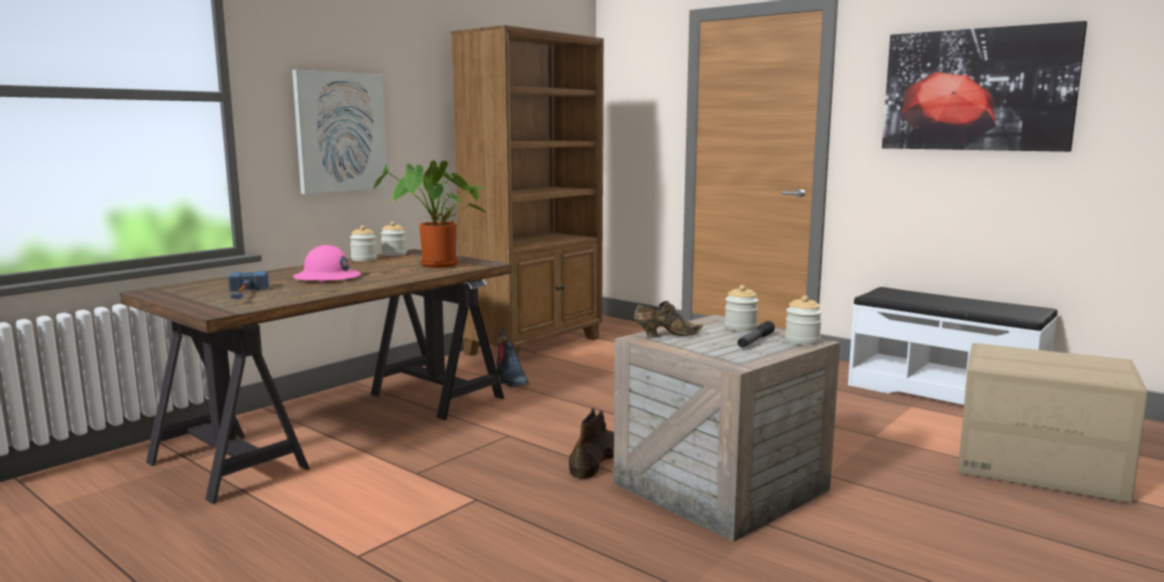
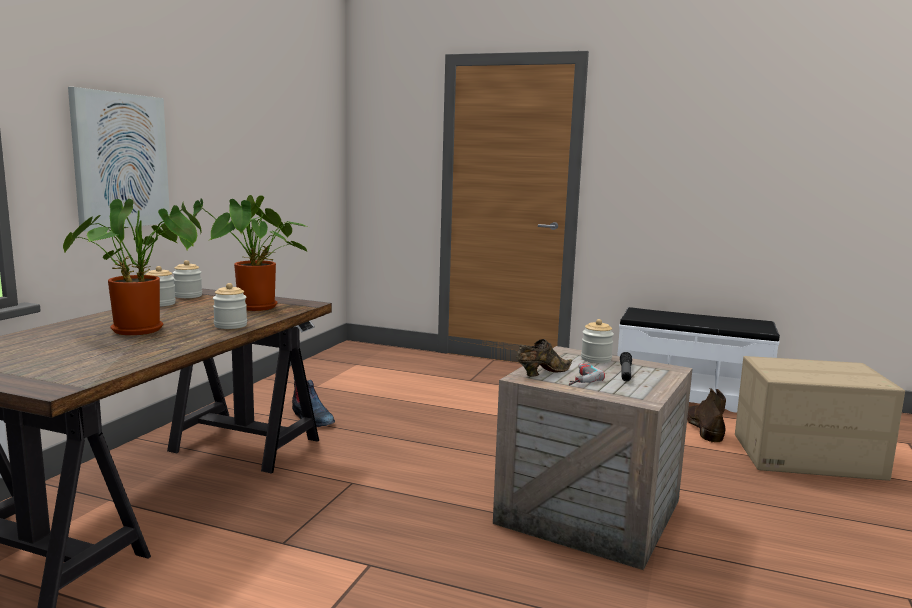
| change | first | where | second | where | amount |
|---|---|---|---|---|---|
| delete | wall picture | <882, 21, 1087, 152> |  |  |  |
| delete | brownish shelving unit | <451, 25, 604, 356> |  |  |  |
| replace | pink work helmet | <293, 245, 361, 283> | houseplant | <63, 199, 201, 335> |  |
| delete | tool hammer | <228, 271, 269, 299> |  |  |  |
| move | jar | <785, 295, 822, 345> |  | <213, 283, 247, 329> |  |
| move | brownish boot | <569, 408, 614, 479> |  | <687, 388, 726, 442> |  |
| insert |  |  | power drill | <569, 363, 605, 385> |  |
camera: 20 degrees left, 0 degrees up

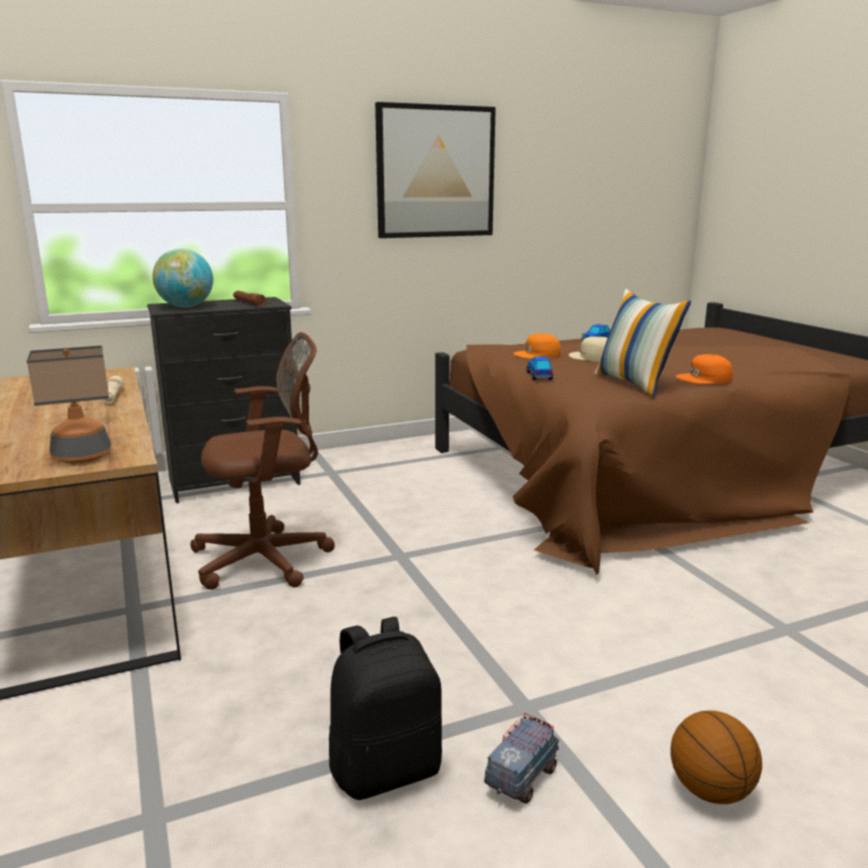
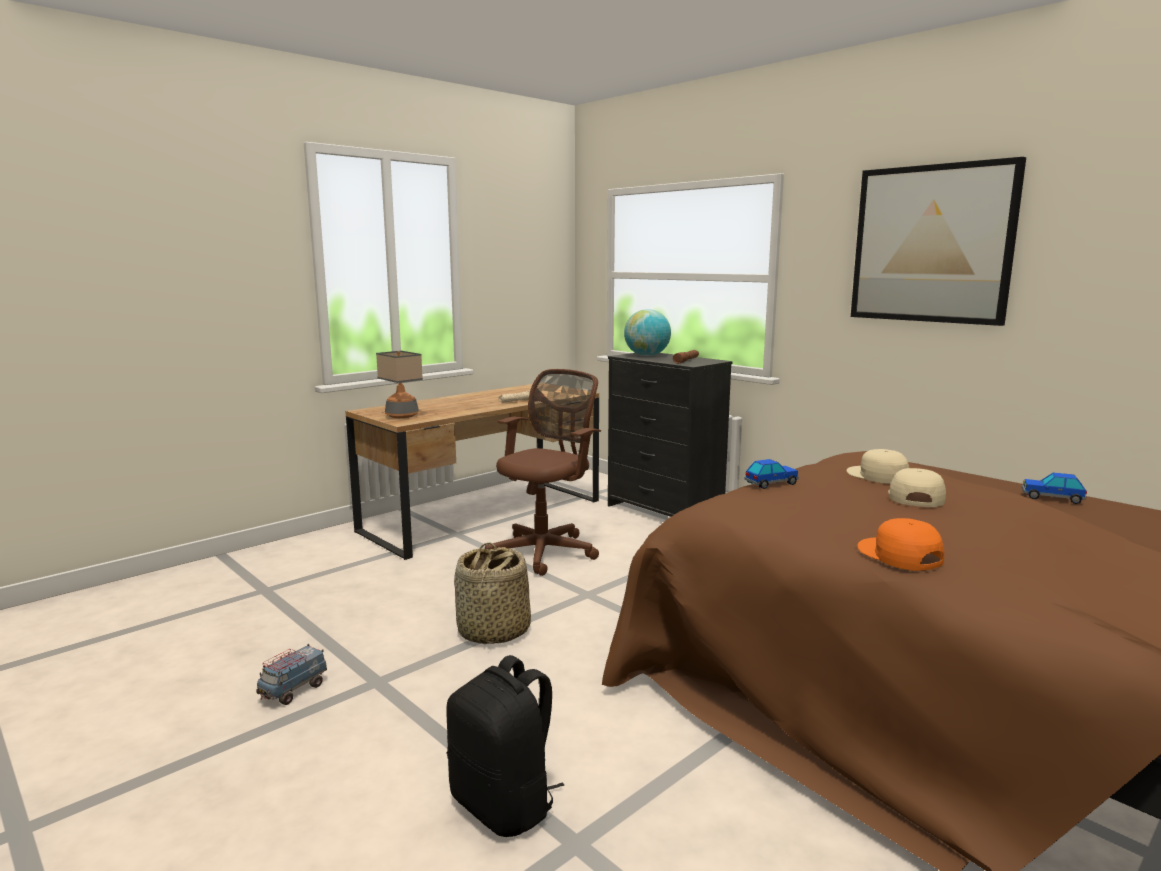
| change | first | where | second | where | amount |
|---|---|---|---|---|---|
| delete | pillow | <594, 289, 691, 396> |  |  |  |
| rotate | brownish office chair | <190, 332, 335, 590> |  | <485, 369, 601, 576> | 105 degrees counterclockwise |
| recolor | orange baseball cap | <514, 333, 561, 359> | sand-coloured baseball cap | <847, 449, 909, 484> |  |
| move | black-coloured backpack | <329, 617, 442, 800> |  | <446, 655, 564, 837> |  |
| delete | basketball ball | <670, 710, 762, 804> |  |  |  |
| rotate | model truck | <484, 713, 559, 804> |  | <256, 644, 327, 705> | 105 degrees clockwise |
| insert |  |  | storage basket | <454, 542, 531, 644> |  |
camera: 70 degrees right, 5 degrees down

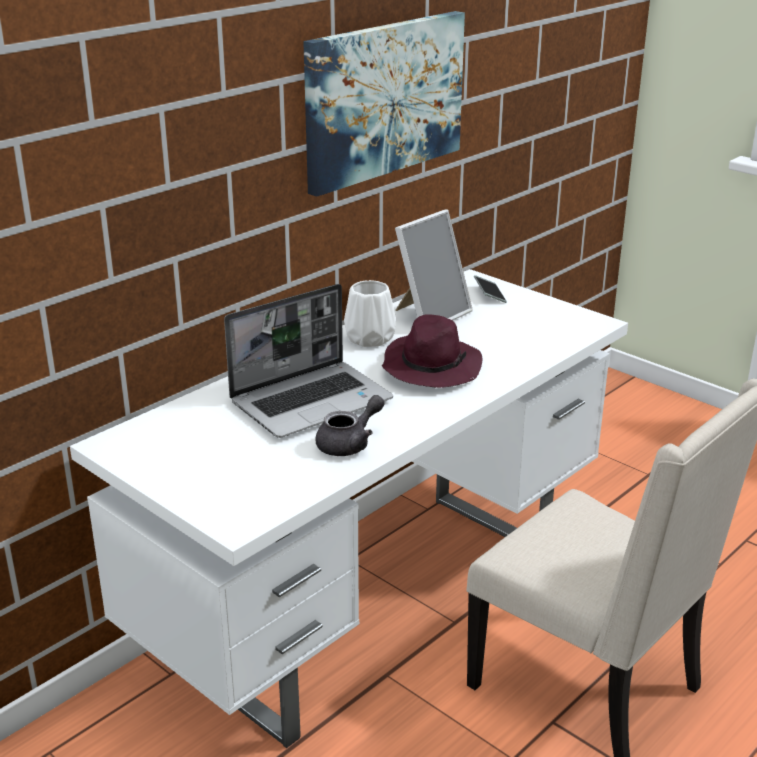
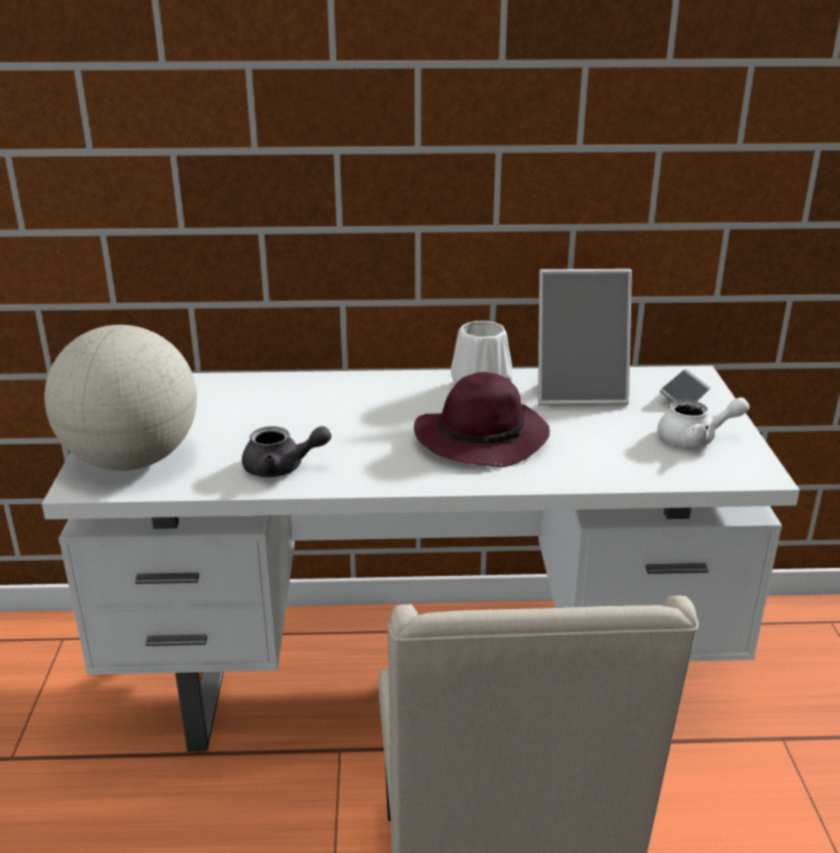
| change | first | where | second | where | amount |
|---|---|---|---|---|---|
| delete | wall picture | <303, 11, 465, 196> |  |  |  |
| delete | laptop | <224, 284, 393, 438> |  |  |  |
| insert |  |  | desk globe | <44, 325, 197, 471> |  |
| insert |  |  | white teapot | <658, 397, 750, 447> |  |
camera: 45 degrees right, 0 degrees up

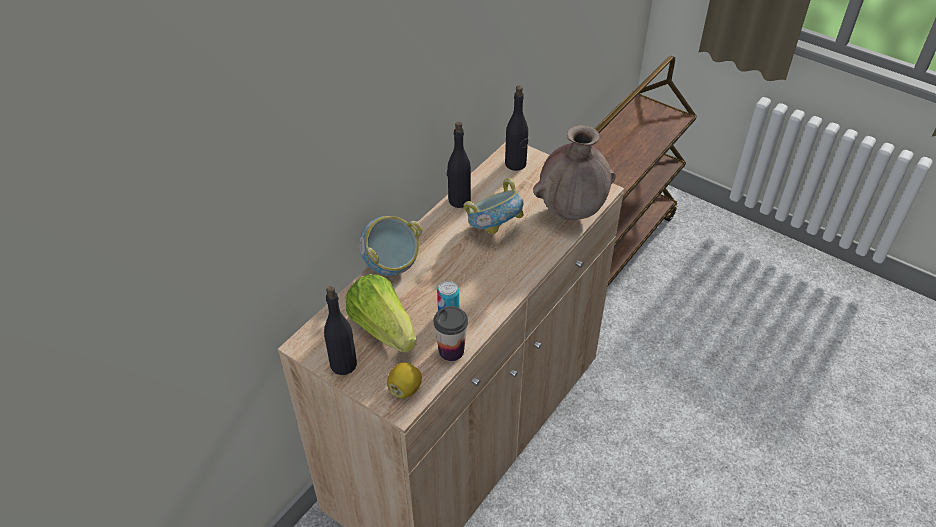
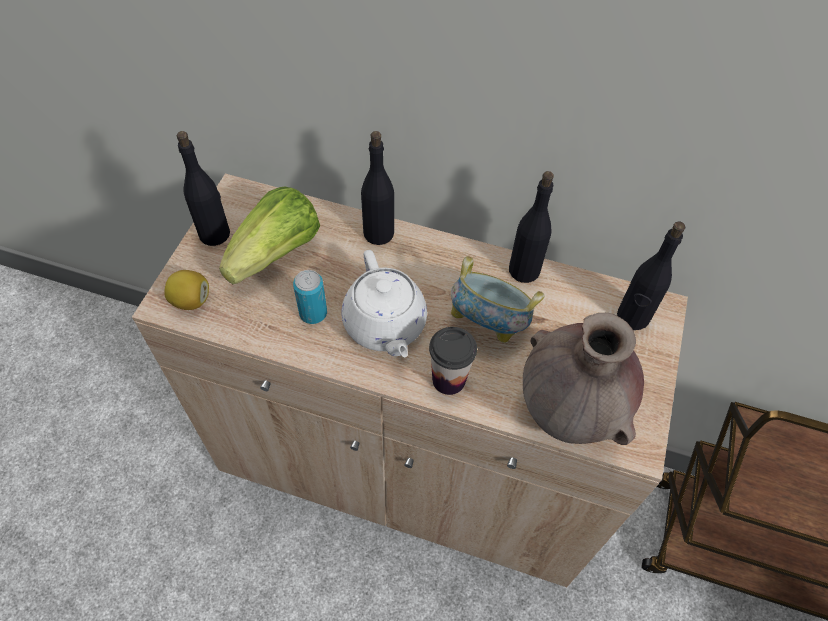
| change | first | where | second | where | amount |
|---|---|---|---|---|---|
| replace | deep dish | <359, 216, 422, 276> | black-coloured bottle | <361, 131, 394, 245> |  |
| move | small cup | <433, 306, 468, 361> |  | <429, 327, 477, 395> |  |
| insert |  |  | white teapot | <342, 250, 427, 357> |  |
camera: 70 degrees right, 10 degrees up

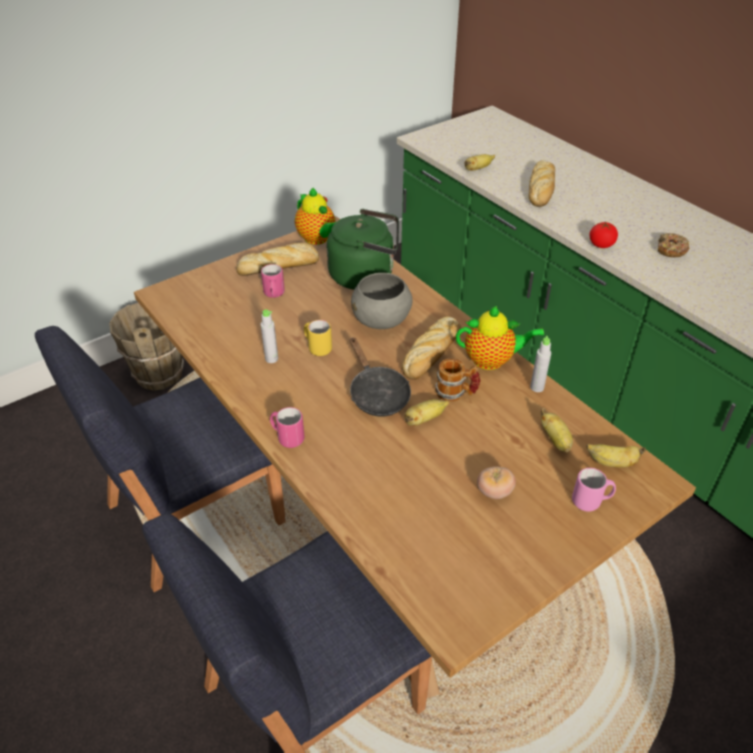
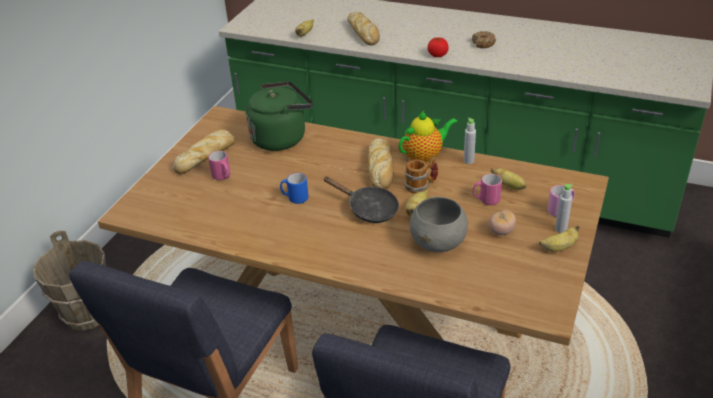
| change | first | where | second | where | amount |
|---|---|---|---|---|---|
| delete | teapot | <295, 188, 336, 245> |  |  |  |
| move | grey deep dish | <351, 273, 413, 329> |  | <410, 197, 468, 252> |  |
| move | grey bottle | <261, 309, 278, 363> |  | <555, 184, 573, 233> |  |
| recolor | yellowish mug | <304, 320, 332, 356> | blue-coloured mug | <280, 173, 308, 204> |  |
| move | pink mug | <270, 407, 304, 448> |  | <473, 174, 502, 205> |  |
| move | whole banana | <586, 444, 646, 468> |  | <539, 225, 579, 252> |  |
camera: 30 degrees left, 5 degrees down

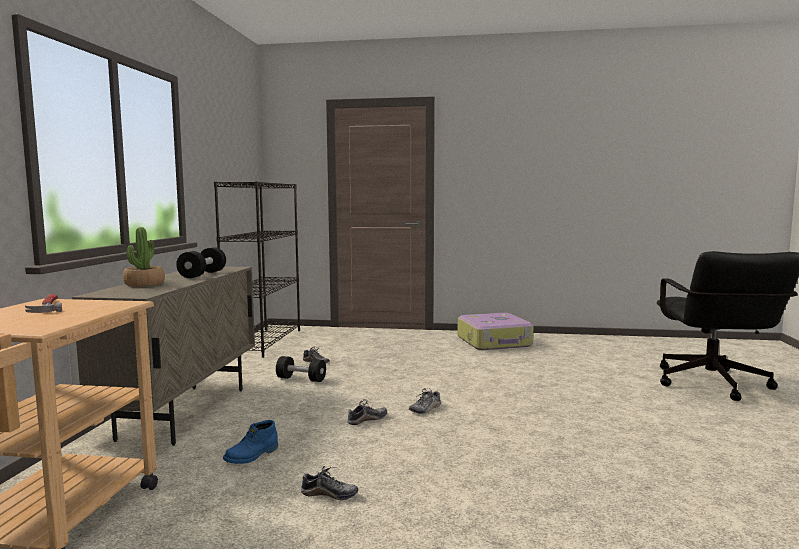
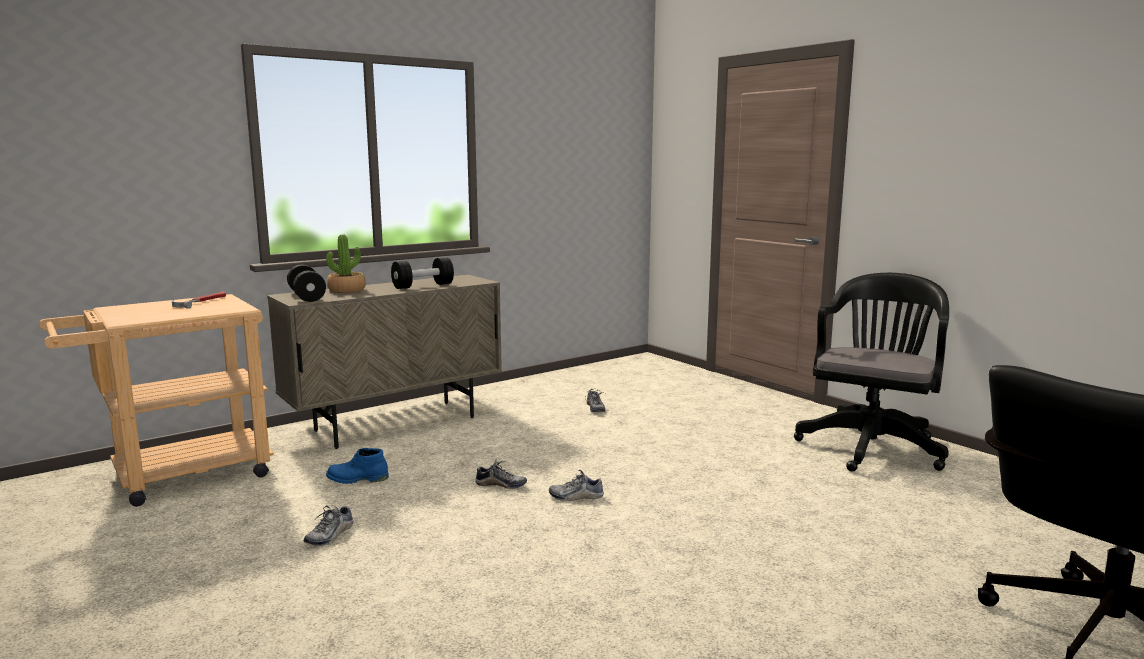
| change | first | where | second | where | amount |
|---|---|---|---|---|---|
| delete | black-coloured shelving unit | <214, 181, 300, 358> |  |  |  |
| replace | suitcase | <457, 313, 533, 350> | black-coloured office chair | <794, 273, 949, 472> |  |
| move | black-coloured free weight | <276, 356, 326, 382> |  | <287, 264, 326, 302> |  |
| rotate | item of footwear | <301, 466, 358, 500> |  | <304, 504, 353, 546> | 60 degrees clockwise |
camera: 45 degrees right, 5 degrees up

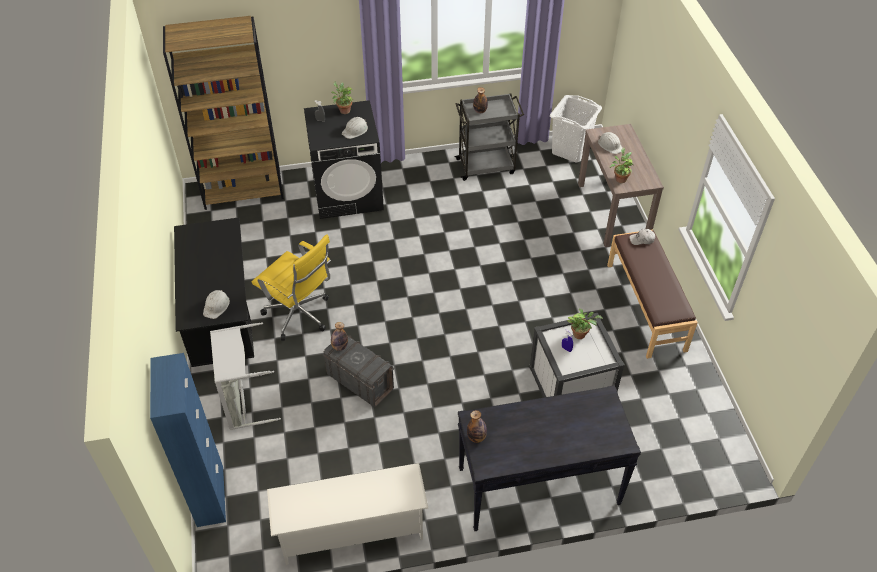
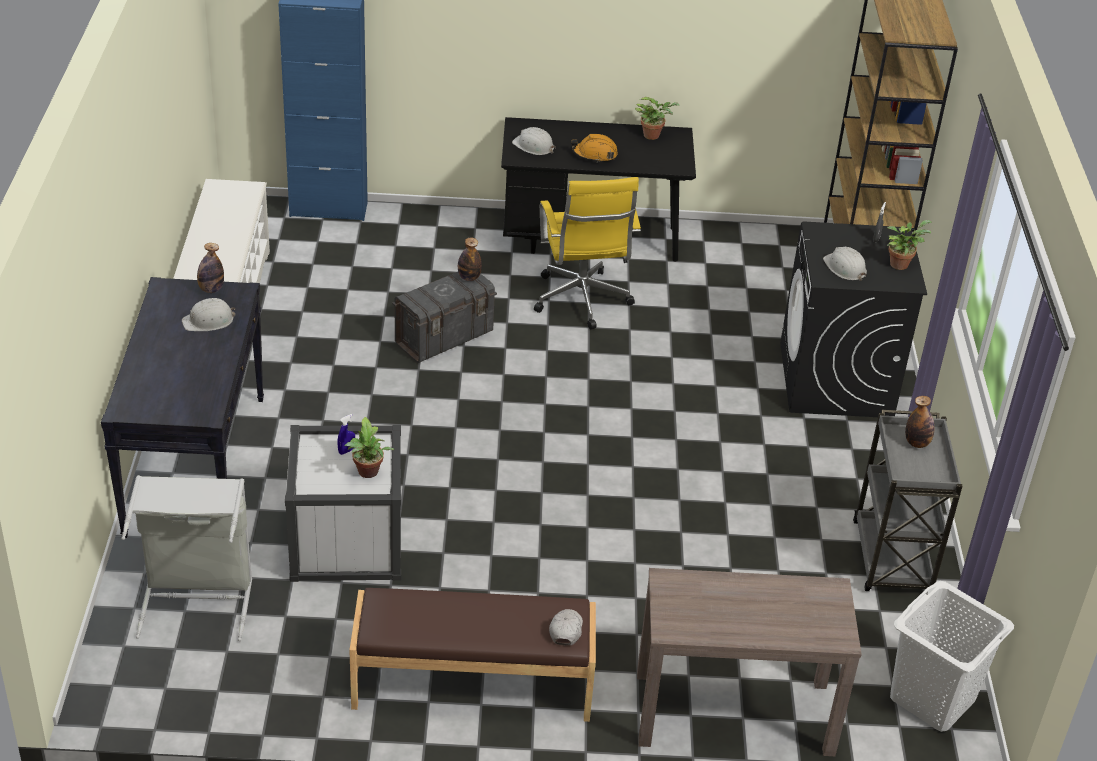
| change | first | where | second | where | amount |
|---|---|---|---|---|---|
| move | white work helmet | <598, 132, 623, 154> |  | <182, 298, 235, 331> |  |
| move | houseplant | <610, 148, 633, 183> |  | <635, 97, 680, 140> |  |
| rotate | yellowish office chair | <252, 234, 331, 341> |  | <534, 177, 641, 329> | 60 degrees counterclockwise |
| move | grey laundry basket | <210, 322, 281, 430> |  | <121, 475, 252, 641> |  |
| insert |  |  | orange work helmet | <571, 134, 618, 163> |  |
camera: 100 degrees right, 10 degrees down

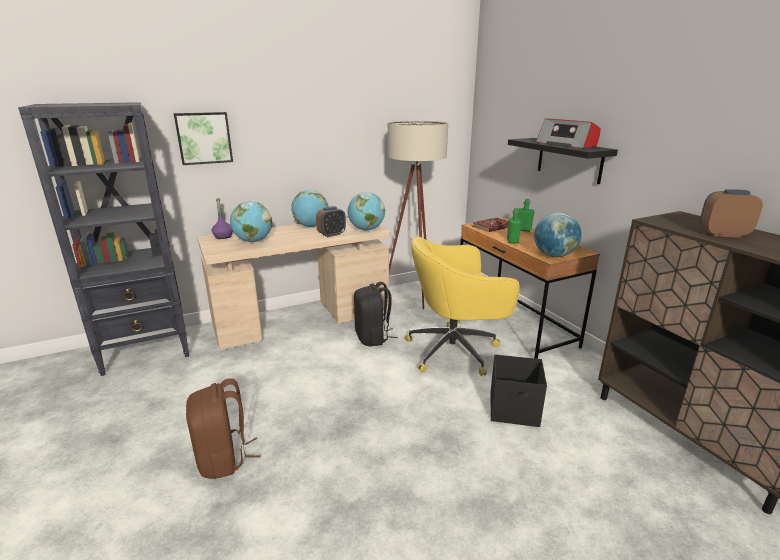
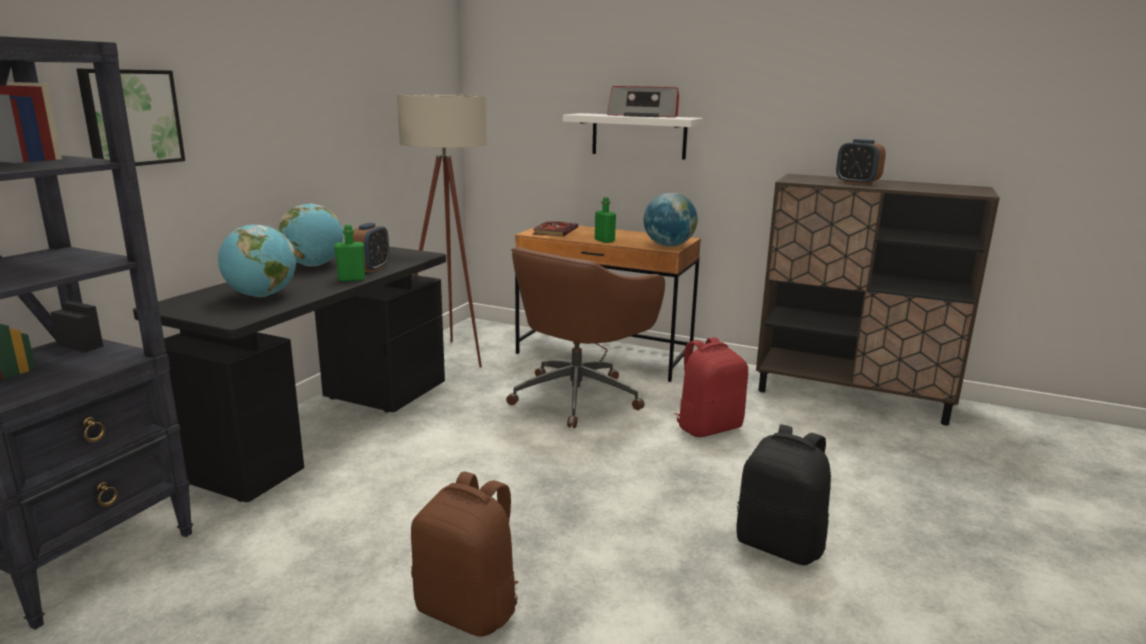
| change | first | where | second | where | amount |
|---|---|---|---|---|---|
| recolor | black-coloured bracket shelf | <508, 138, 618, 184> | white bracket shelf | <563, 113, 703, 160> |  |
| rotate | table clock | <700, 189, 763, 238> |  | <836, 139, 886, 185> | 105 degrees counterclockwise |
| delete | desk globe | <348, 192, 385, 230> |  |  |  |
| delete | purplish bottle | <212, 198, 233, 239> |  |  |  |
| move | green-coloured bottle | <518, 199, 535, 232> |  | <334, 225, 365, 282> |  |
| recolor | sand-coloured desk unit | <198, 218, 391, 350> | black-coloured desk unit | <133, 247, 446, 502> |  |
| recolor | yellowish office chair | <405, 237, 519, 376> | brownish office chair | <506, 247, 665, 428> |  |
| move | black-coloured backpack | <354, 282, 398, 346> |  | <737, 425, 831, 565> |  |
| replace | black-coloured storage bin | <491, 354, 547, 427> | red backpack | <675, 337, 748, 437> |  |
camera: 40 degrees left, 5 degrees down

